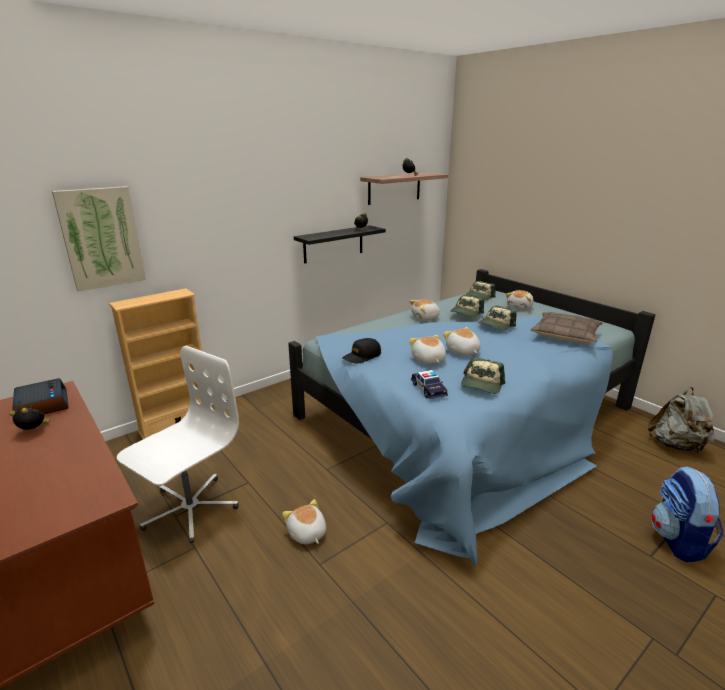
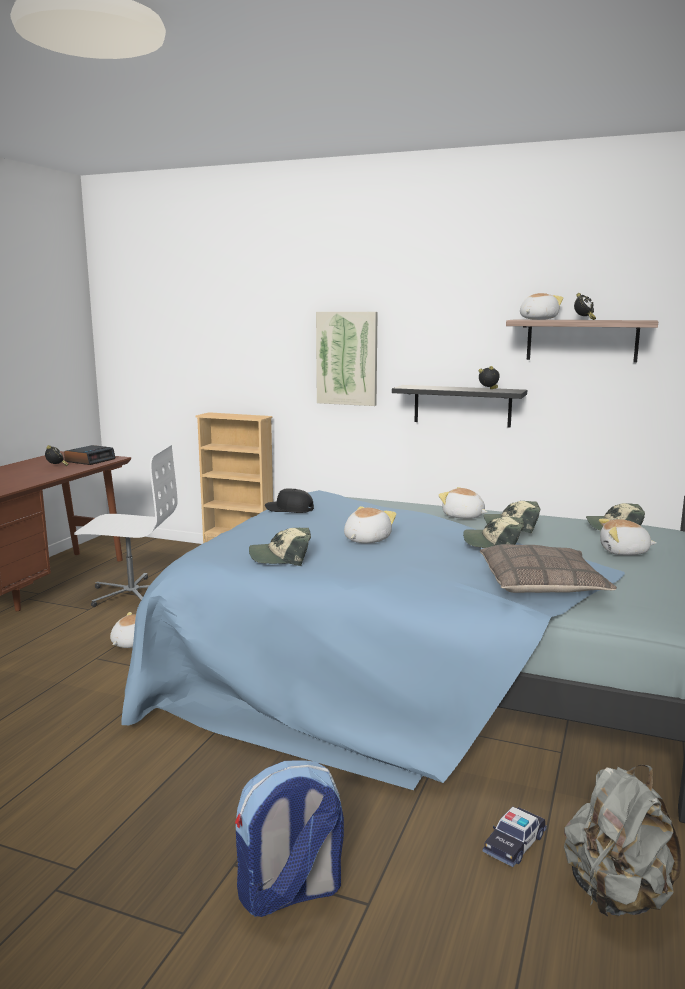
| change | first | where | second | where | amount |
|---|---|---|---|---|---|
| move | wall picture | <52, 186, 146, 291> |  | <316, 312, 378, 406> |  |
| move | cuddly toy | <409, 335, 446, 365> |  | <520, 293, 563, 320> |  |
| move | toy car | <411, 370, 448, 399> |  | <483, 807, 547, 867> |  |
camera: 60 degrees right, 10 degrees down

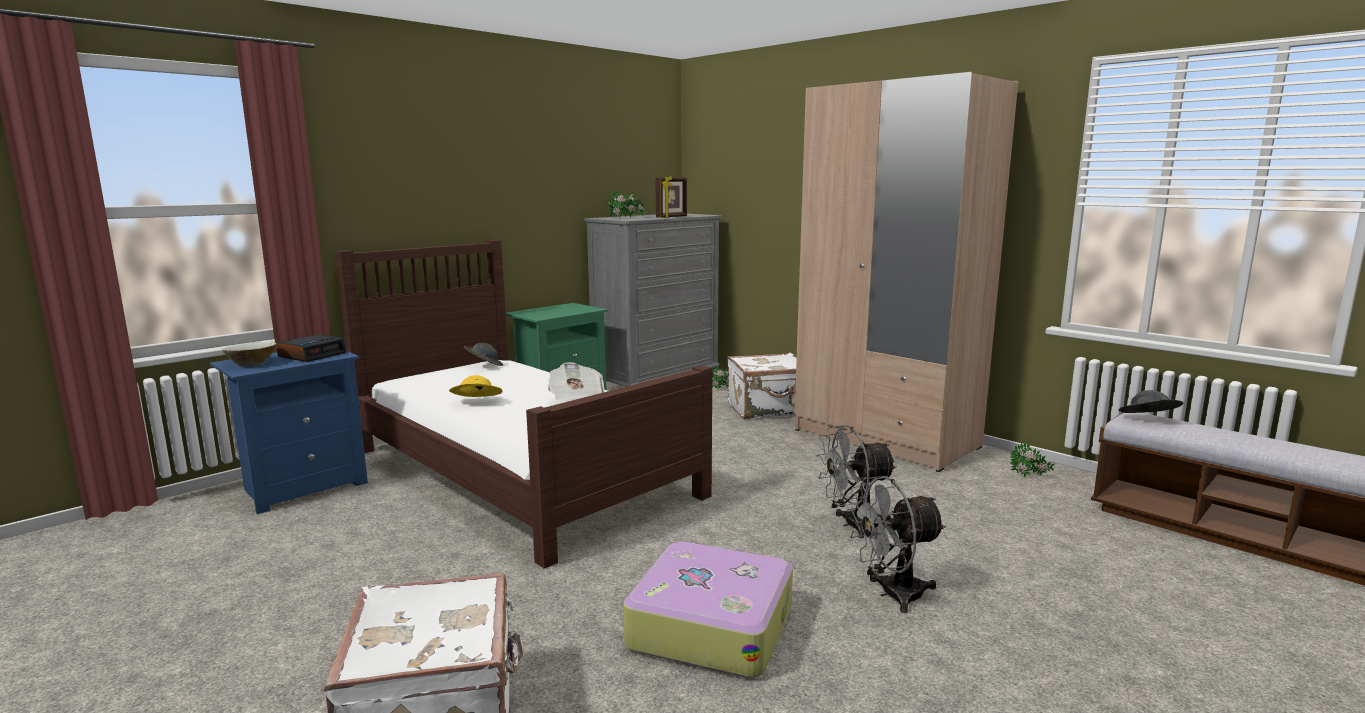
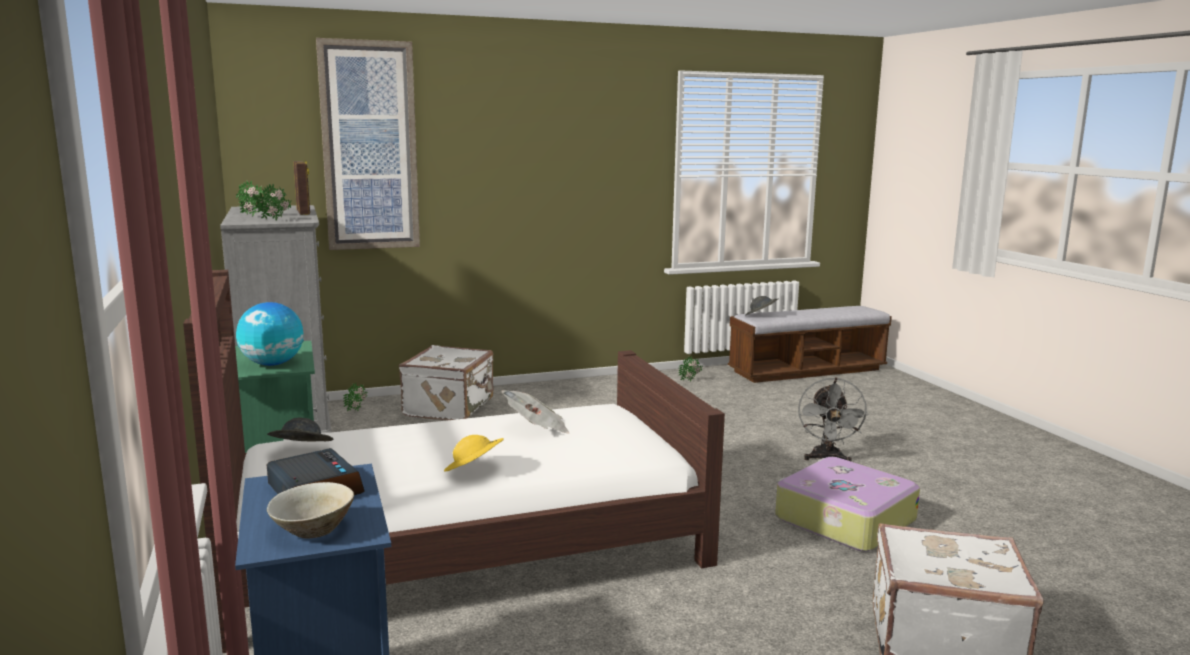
| change | first | where | second | where | amount |
|---|---|---|---|---|---|
| delete | sand-coloured clothes cupboard | <795, 72, 1018, 472> |  |  |  |
| delete | grey cooling fan | <816, 425, 897, 538> |  |  |  |
| insert |  |  | wall picture | <316, 38, 420, 250> |  |
| insert |  |  | desk globe | <236, 302, 304, 366> |  |
camera: 65 degrees left, 0 degrees up

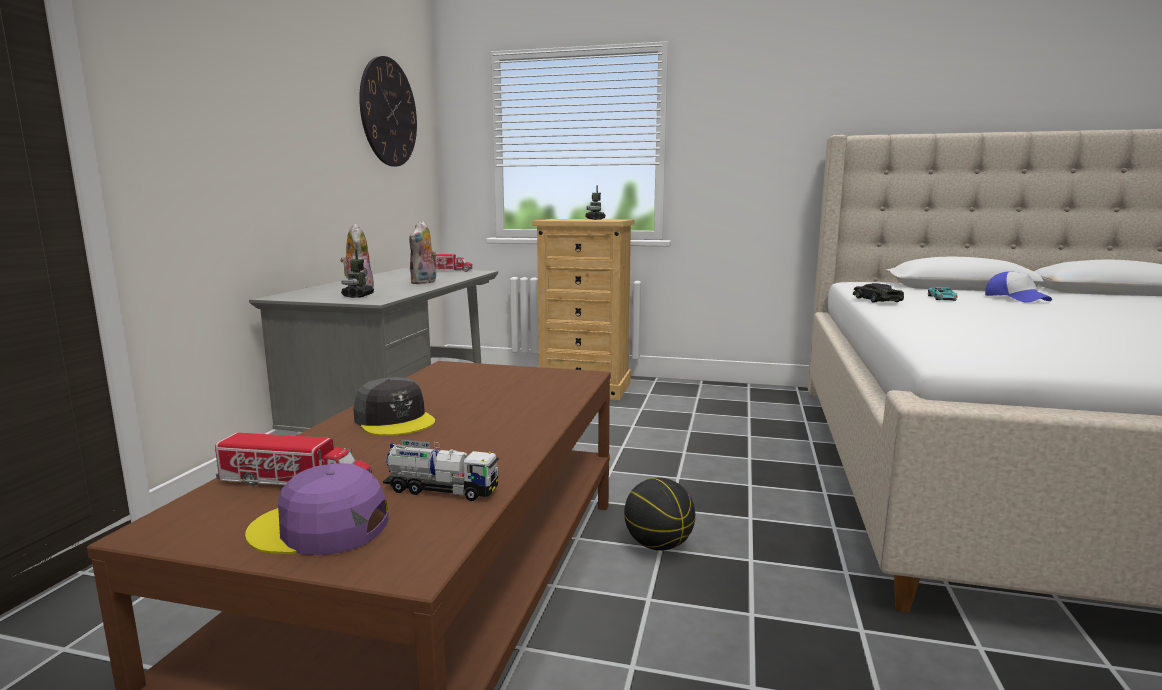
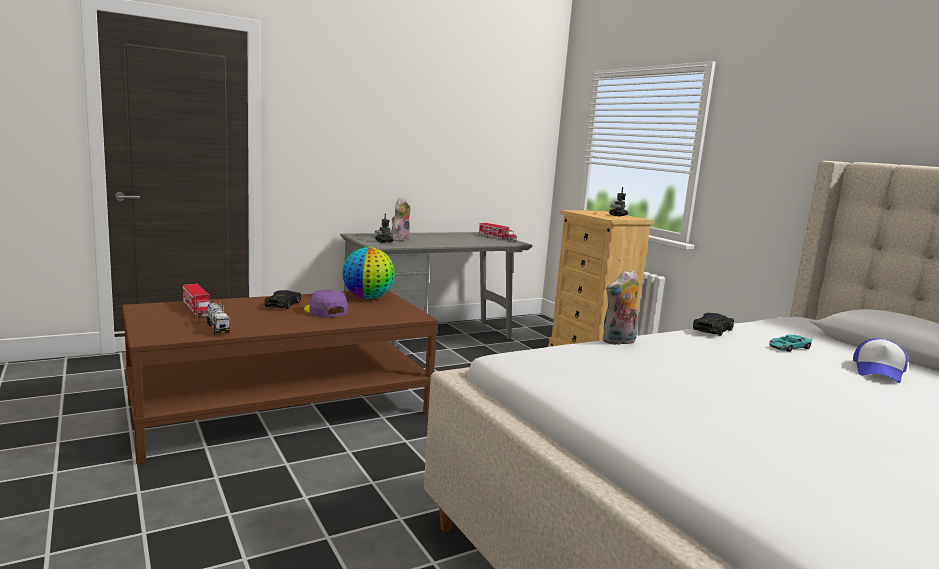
| change | first | where | second | where | amount |
|---|---|---|---|---|---|
| delete | wall clock | <359, 56, 417, 167> |  |  |  |
| move | cuddly toy | <409, 221, 437, 284> |  | <602, 270, 639, 345> |  |
| replace | grey baseball cap | <353, 377, 435, 436> | black-coloured toy car | <265, 290, 301, 309> |  |
| move | purplish baseball cap | <245, 463, 389, 555> |  | <304, 290, 348, 317> |  |
| delete | basketball ball | <624, 478, 695, 551> |  |  |  |
| insert |  |  | desk globe | <342, 247, 395, 299> |  |
camera: 45 degrees right, 0 degrees up

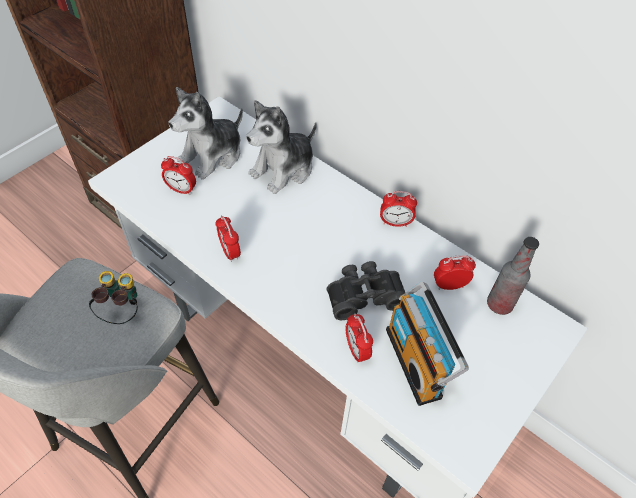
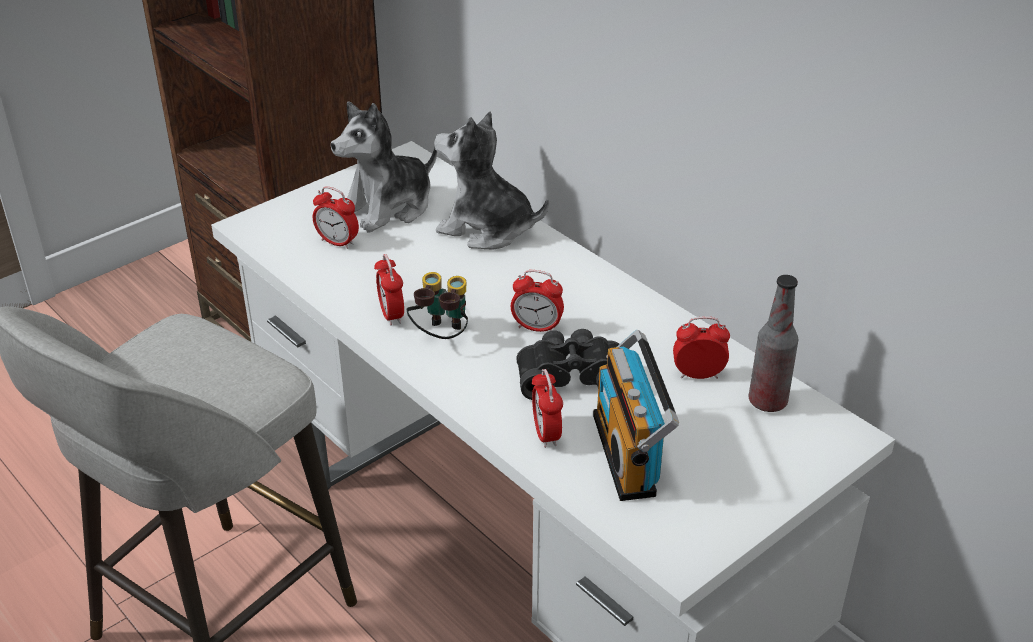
| change | first | where | second | where | amount |
|---|---|---|---|---|---|
| rotate | cuddly toy | <246, 100, 317, 194> |  | <434, 112, 549, 250> | 60 degrees clockwise |
| move | table clock | <380, 191, 417, 227> |  | <511, 270, 564, 332> |  |
| move | pair of binoculars | <89, 271, 138, 324> |  | <407, 272, 468, 339> |  |
camera: 10 degrees right, 15 degrees down

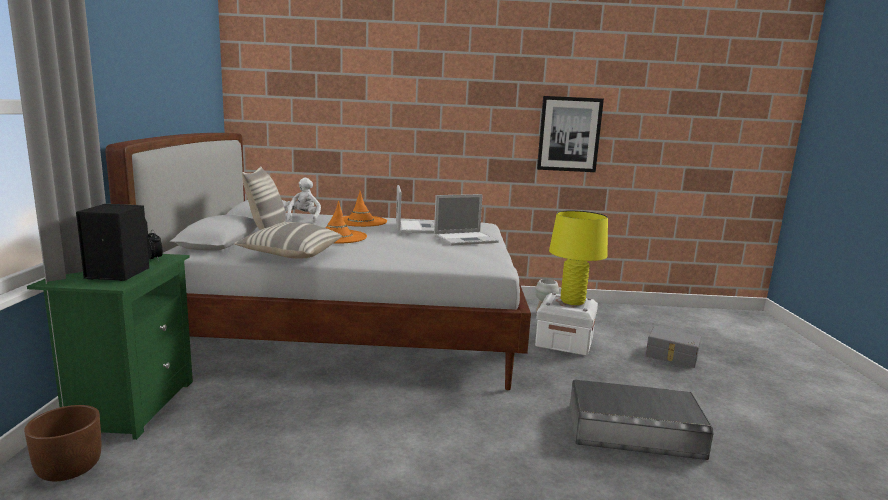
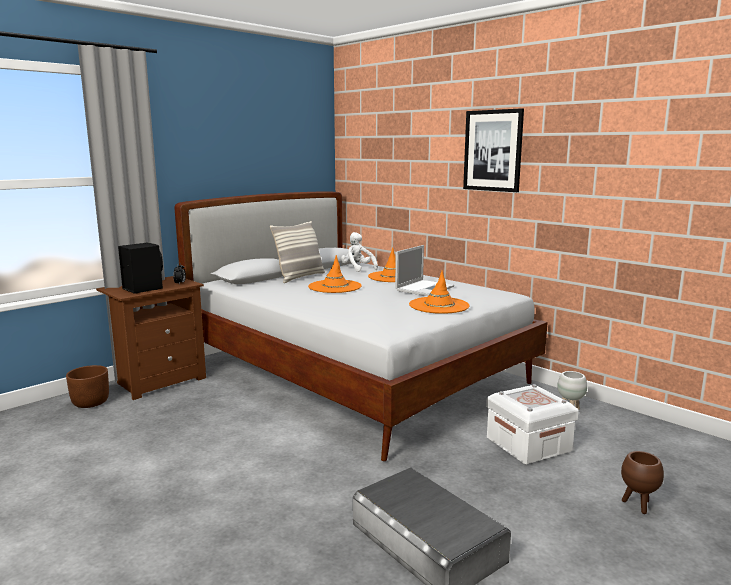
| change | first | where | second | where | amount |
|---|---|---|---|---|---|
| move | wall picture | <537, 96, 604, 172> |  | <463, 108, 524, 192> |  |
| rotate | white cuddly toy | <286, 178, 321, 223> |  | <341, 232, 378, 272> | 75 degrees counterclockwise |
| replace | laptop | <434, 194, 499, 246> | orange clothing hat | <409, 270, 470, 314> |  |
| delete | yellowish tabletop lamp | <549, 210, 608, 305> |  |  |  |
| delete | pillow | <234, 222, 342, 258> |  |  |  |
| recolor | green-coloured bedside table | <27, 254, 193, 440> | brownish bedside table | <96, 276, 206, 400> |  |
| replace | grey storage bin | <646, 326, 701, 368> | brownish flower pot | <621, 451, 664, 514> |  |
camera: 45 degrees right, 0 degrees up

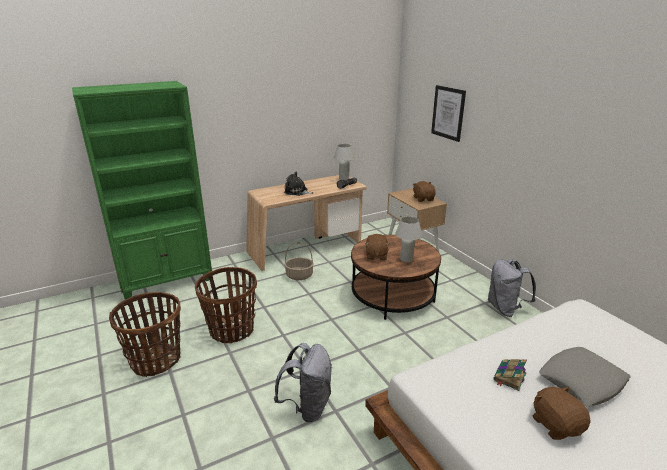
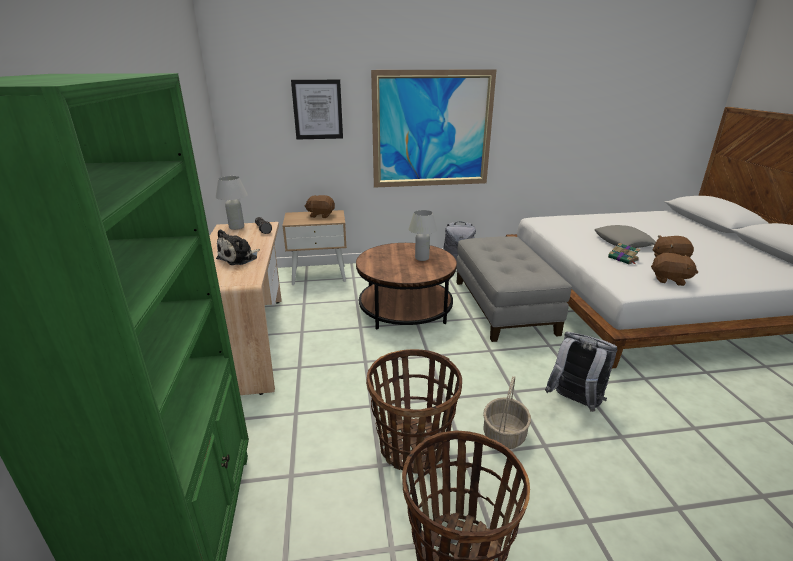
| change | first | where | second | where | amount |
|---|---|---|---|---|---|
| move | brownish cuddly toy | <365, 234, 390, 260> |  | <651, 253, 698, 286> |  |
| move | storage basket | <284, 242, 314, 280> |  | <483, 376, 531, 449> |  |
| insert |  |  | wall picture | <371, 69, 496, 188> |  |
| insert |  |  | grey pouffe | <456, 236, 572, 342> |  |
camera: 70 degrees left, 0 degrees up

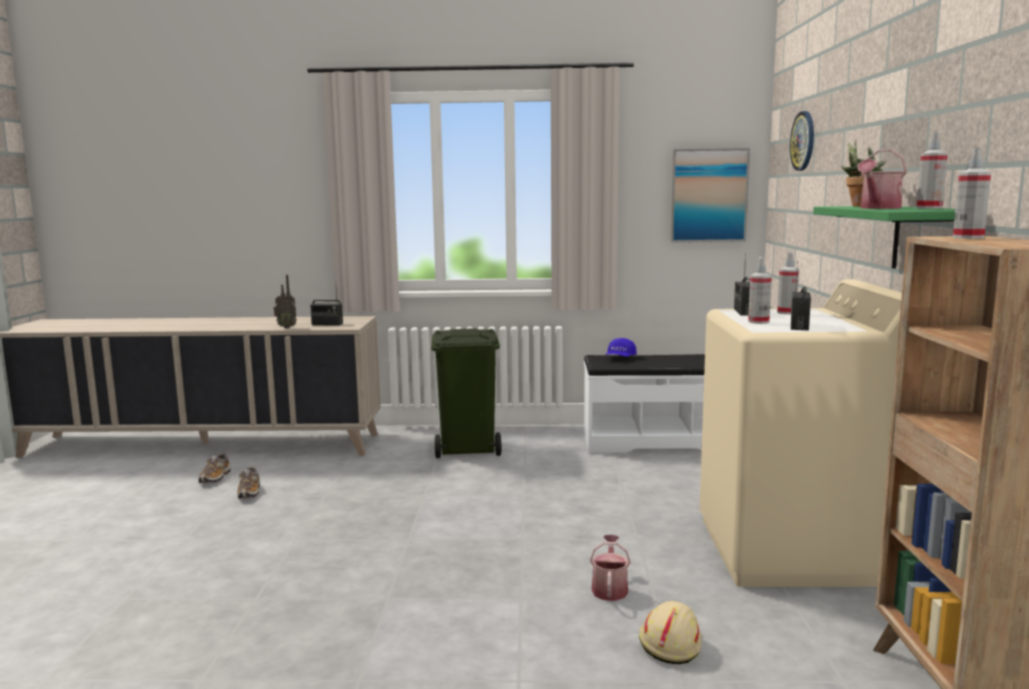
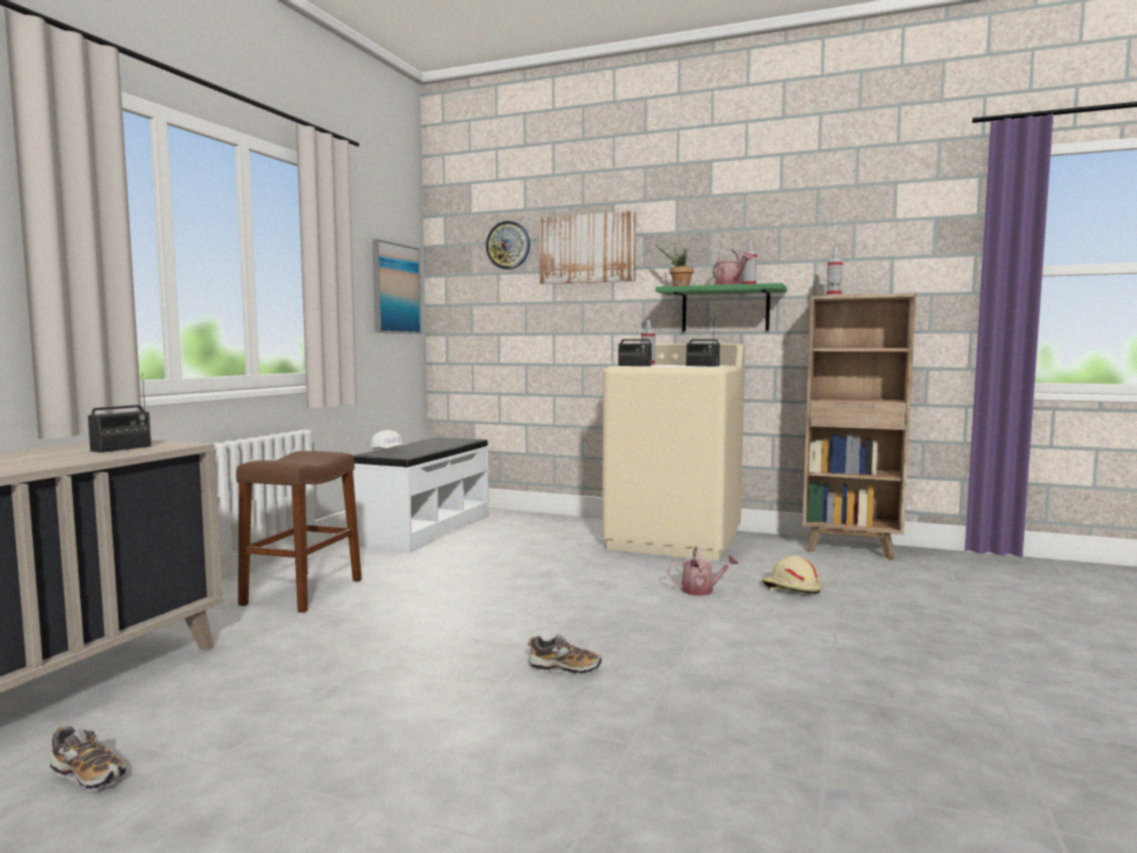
| change | first | where | second | where | amount |
|---|---|---|---|---|---|
| delete | spray bottle | <748, 257, 772, 324> |  |  |  |
| delete | radio | <273, 275, 297, 328> |  |  |  |
| replace | green-coloured waste bin | <431, 328, 502, 458> | brownish stool seat | <236, 451, 362, 613> |  |
| recolor | blue-coloured baseball cap | <606, 338, 637, 357> | white baseball cap | <371, 430, 407, 450> |  |
| move | item of footwear | <237, 466, 260, 500> |  | <528, 635, 602, 674> |  |
| rotate | sprinkling can | <590, 535, 631, 601> |  | <667, 546, 739, 596> | 150 degrees clockwise |
| insert |  |  | wall picture | <540, 211, 636, 284> |  |
camera: 70 degrees left, 5 degrees down

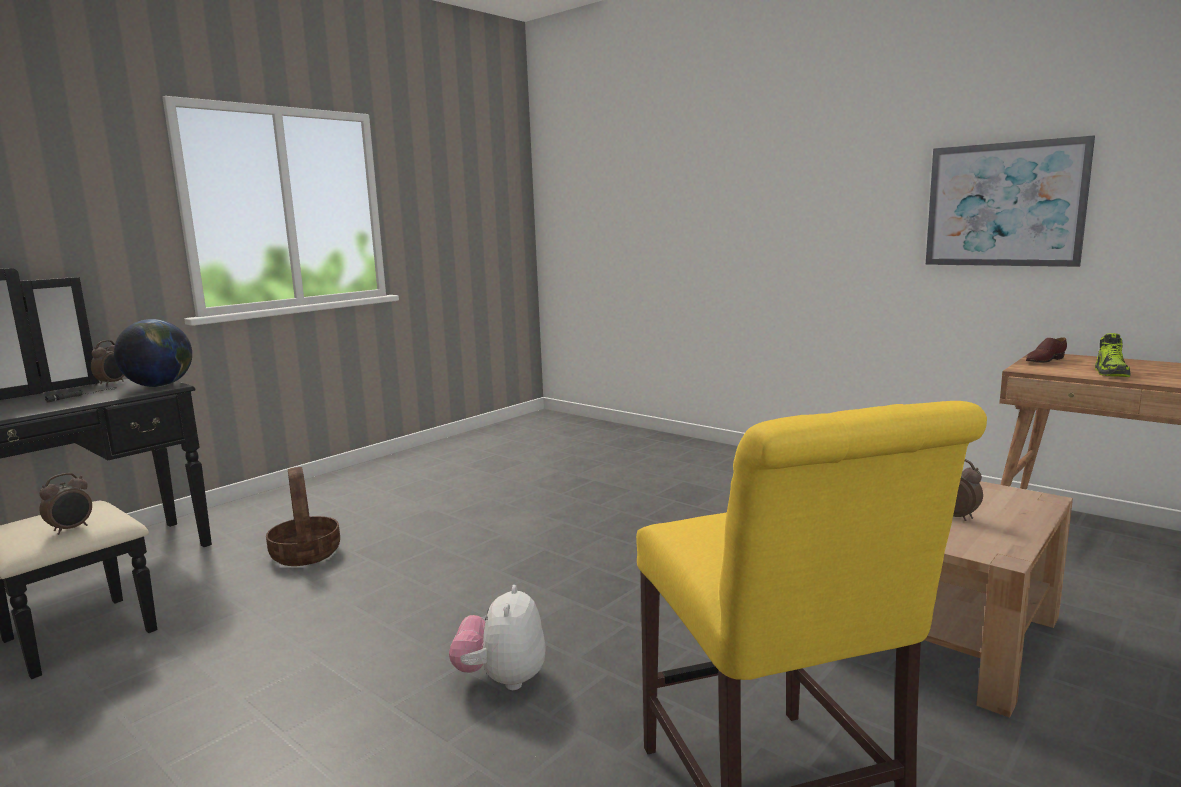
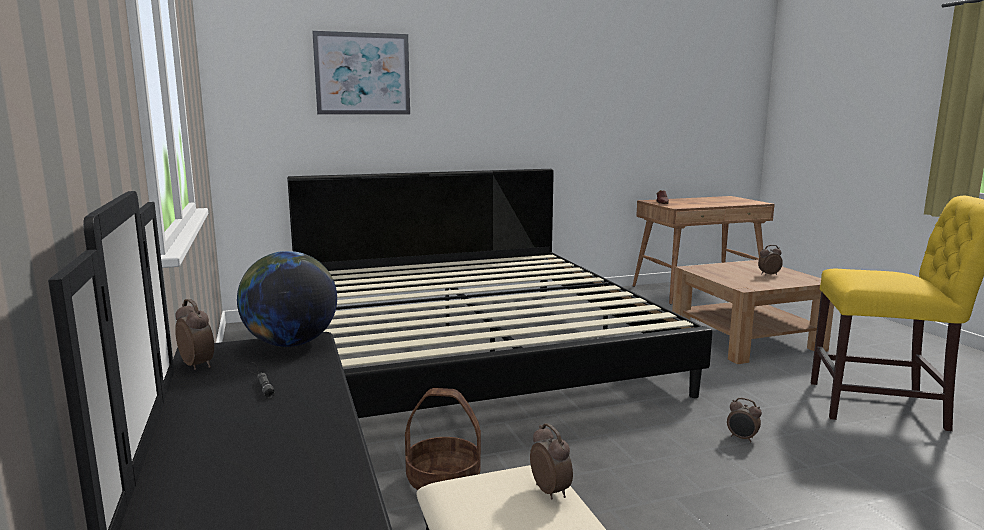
| change | first | where | second | where | amount |
|---|---|---|---|---|---|
| move | wall picture | <926, 135, 1095, 267> |  | <312, 31, 410, 115> |  |
| delete | item of footwear | <1095, 333, 1131, 377> |  |  |  |
| replace | cuddly toy | <449, 585, 546, 690> | table clock | <727, 398, 762, 443> |  |
| insert |  |  | sleeping bed | <287, 169, 712, 418> |  |
camera: 60 degrees left, 0 degrees up

